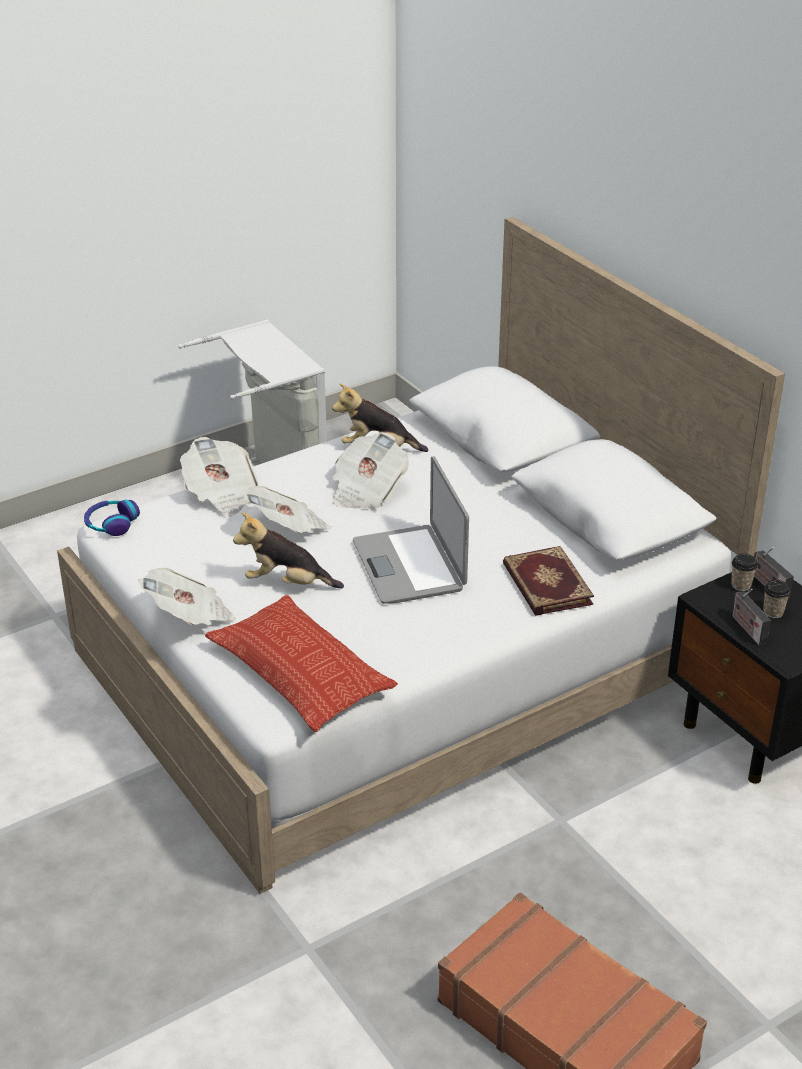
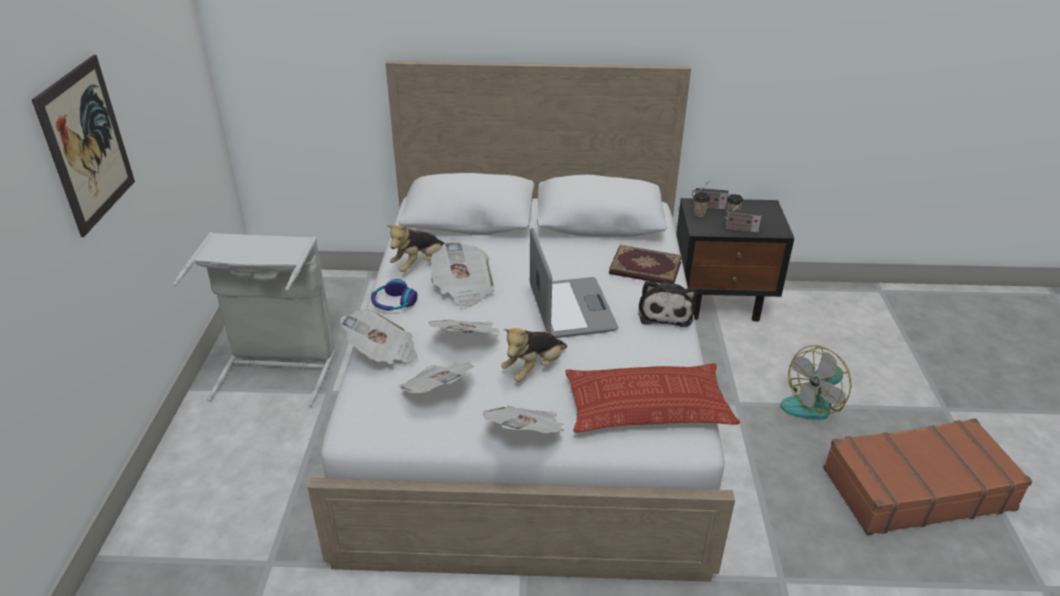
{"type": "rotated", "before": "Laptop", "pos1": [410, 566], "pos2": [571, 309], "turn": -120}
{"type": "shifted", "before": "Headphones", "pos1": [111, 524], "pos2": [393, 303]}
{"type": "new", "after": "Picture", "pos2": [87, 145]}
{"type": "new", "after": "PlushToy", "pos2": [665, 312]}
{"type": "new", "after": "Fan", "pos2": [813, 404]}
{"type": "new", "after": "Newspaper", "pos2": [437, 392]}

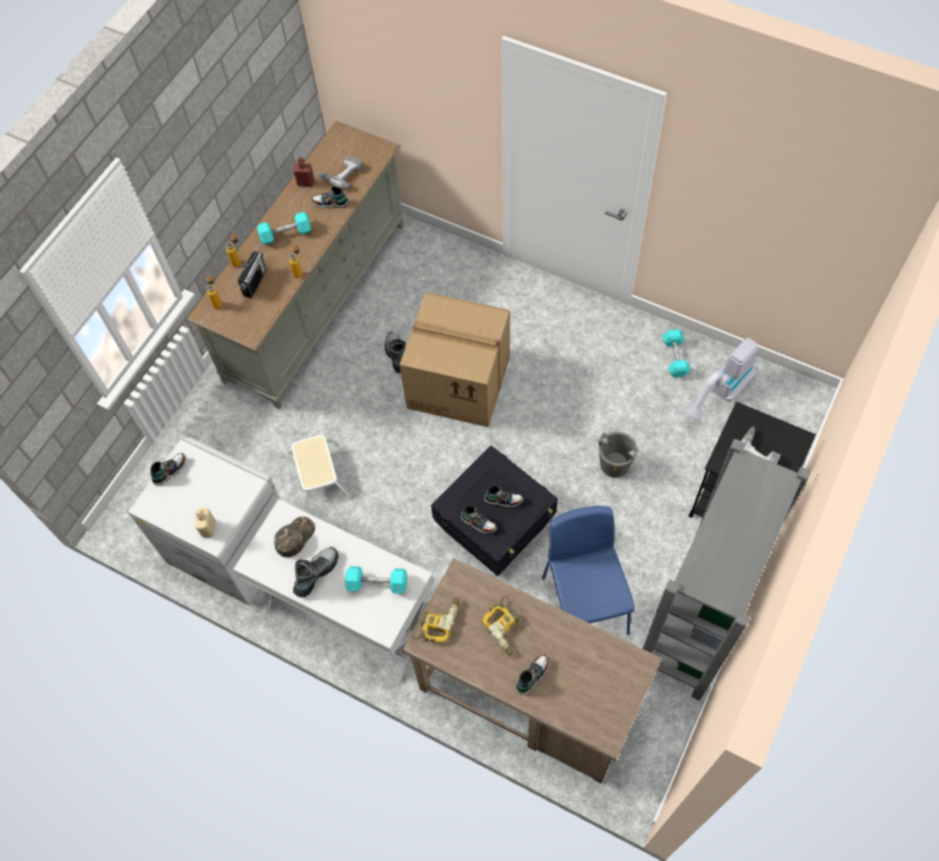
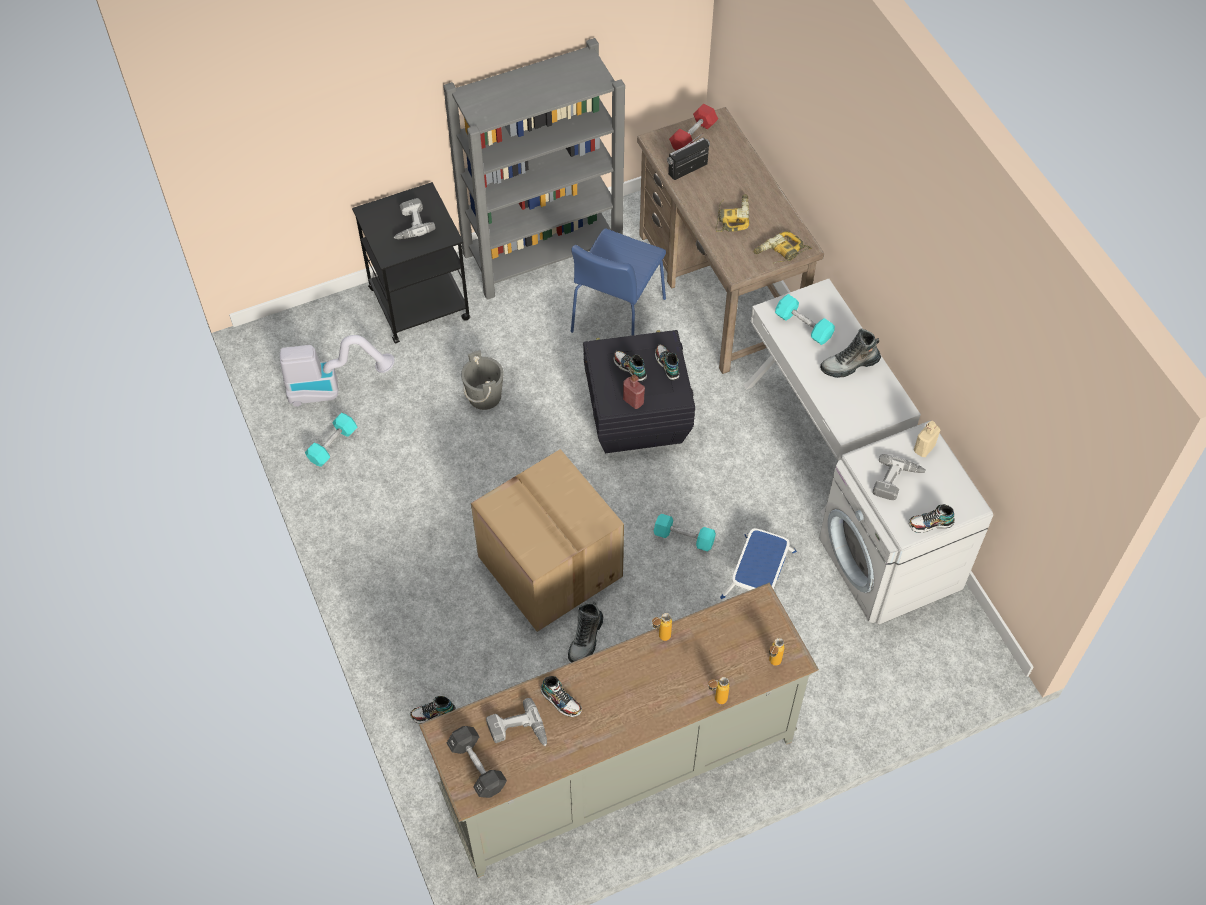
{"type": "shifted", "before": "RedBottle", "pos1": [305, 183], "pos2": [633, 401]}
{"type": "shifted", "before": "TurquoiseDumbbell", "pos1": [286, 234], "pos2": [684, 538]}
{"type": "shifted", "before": "Radio", "pos1": [255, 282], "pos2": [688, 169]}
{"type": "repainted", "before": "BeigeStepLadder", "after": "BlueStepLadder", "pos1": [317, 472], "pos2": [759, 574]}
{"type": "gone", "before": "GreenCap", "pos1": [294, 537]}
{"type": "shifted", "before": "Shoe", "pos1": [532, 675], "pos2": [433, 713]}
{"type": "new", "after": "RedDumbbell", "pos2": [693, 136]}
{"type": "new", "after": "PowerDrill", "pos2": [897, 482]}
{"type": "new", "after": "BlackDumbbell", "pos2": [477, 766]}

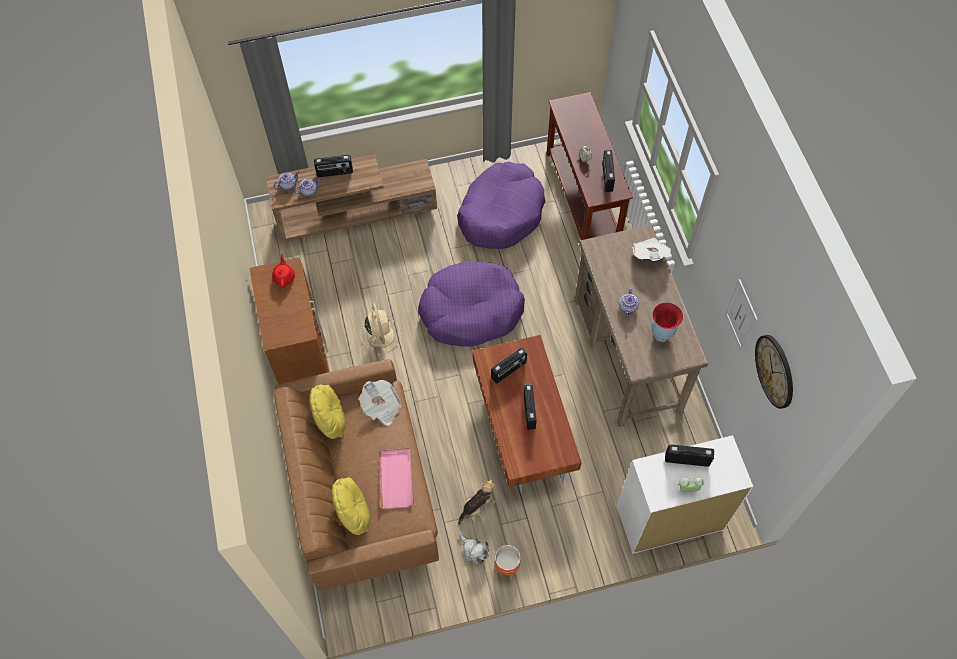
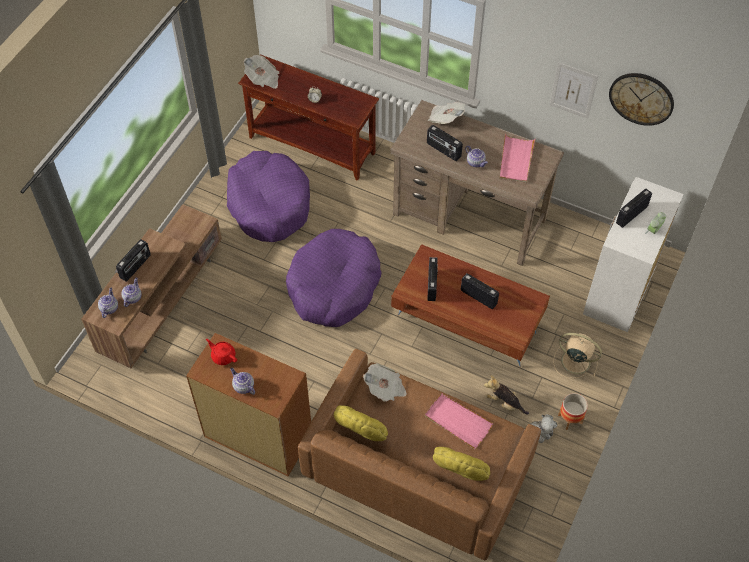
{"type": "shifted", "before": "Radio", "pos1": [607, 177], "pos2": [443, 150]}
{"type": "swapped", "before": "Vase", "after": "PinkTray", "pos1": [661, 334], "pos2": [516, 160]}
{"type": "shifted", "before": "BeigeFan", "pos1": [380, 334], "pos2": [574, 360]}
{"type": "rotated", "before": "PlushToy", "pos1": [478, 507], "pos2": [504, 403], "turn": -60}
{"type": "new", "after": "Newspaper", "pos2": [263, 79]}
{"type": "new", "after": "Teapot", "pos2": [243, 386]}

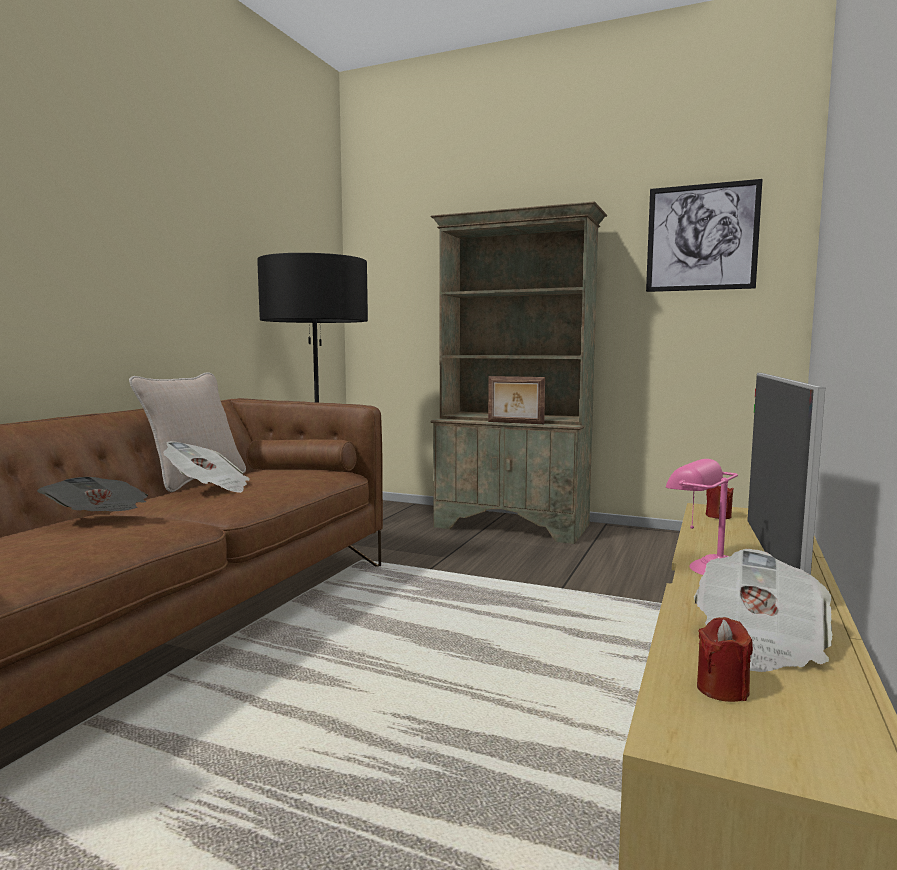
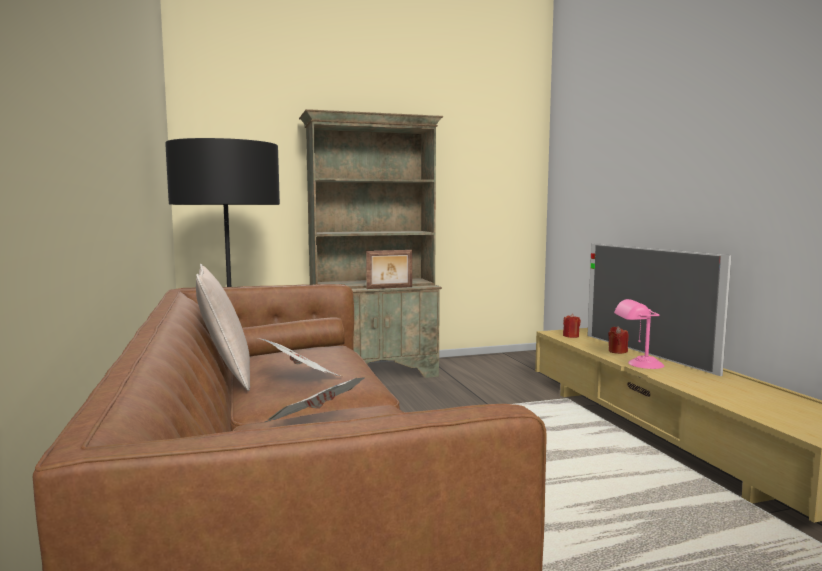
{"type": "gone", "before": "Picture", "pos1": [701, 237]}
{"type": "gone", "before": "Newspaper", "pos1": [760, 643]}
{"type": "shifted", "before": "RedCandle", "pos1": [722, 689], "pos2": [617, 351]}

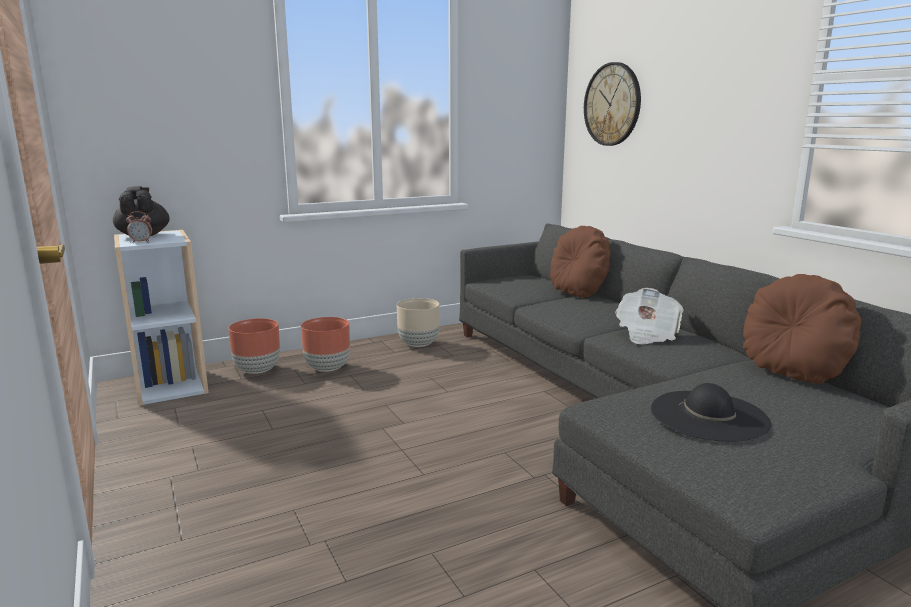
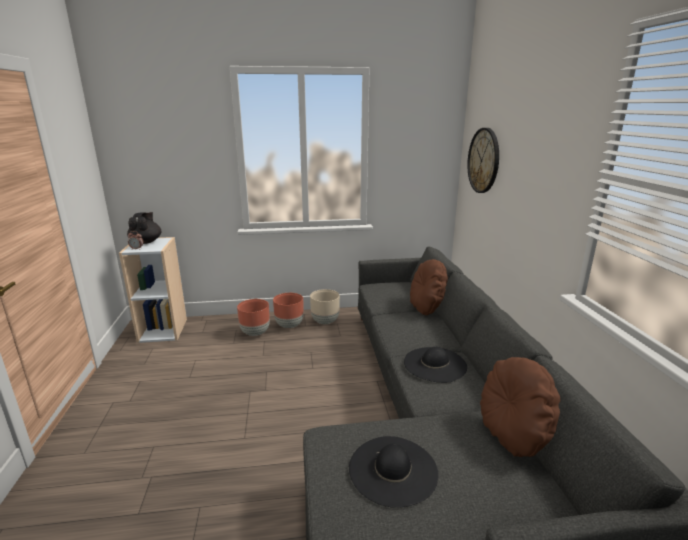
{"type": "swapped", "before": "Newspaper", "after": "BlackHat", "pos1": [646, 334], "pos2": [435, 364]}
{"type": "shifted", "before": "BrownPlanter", "pos1": [257, 370], "pos2": [289, 325]}

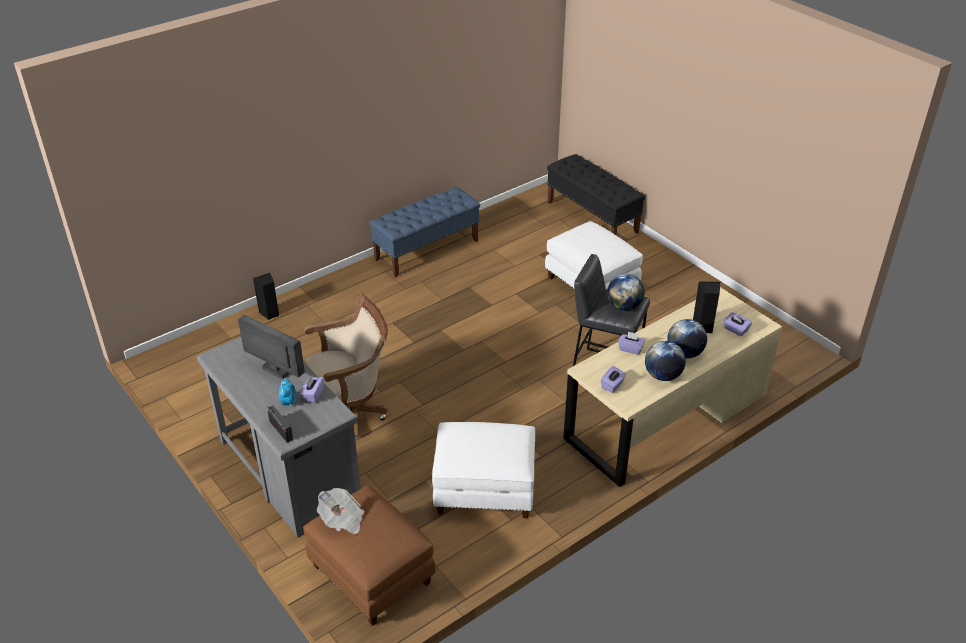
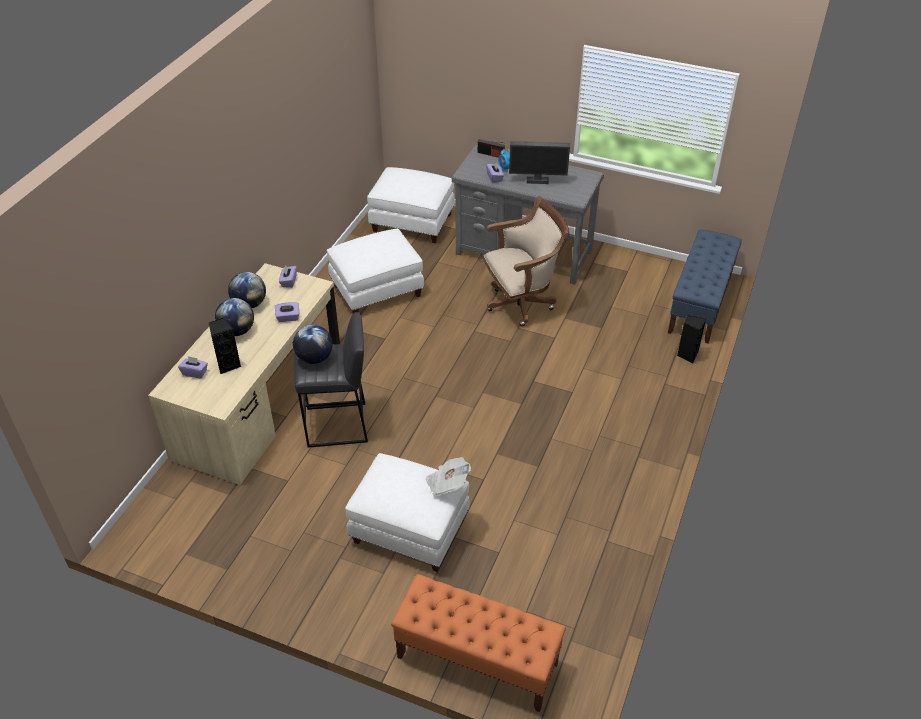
{"type": "repainted", "before": "BlackBench", "after": "OrangeBench", "pos1": [592, 217], "pos2": [476, 660]}
{"type": "shifted", "before": "BlueBench", "pos1": [427, 250], "pos2": [700, 304]}
{"type": "rotated", "before": "OfficeChair", "pos1": [352, 412], "pos2": [522, 303], "turn": -150}
{"type": "repainted", "before": "BrownOttoman", "after": "WhiteOttoman", "pos1": [370, 575], "pos2": [413, 222]}
{"type": "shifted", "before": "Newspaper", "pos1": [342, 520], "pos2": [447, 483]}

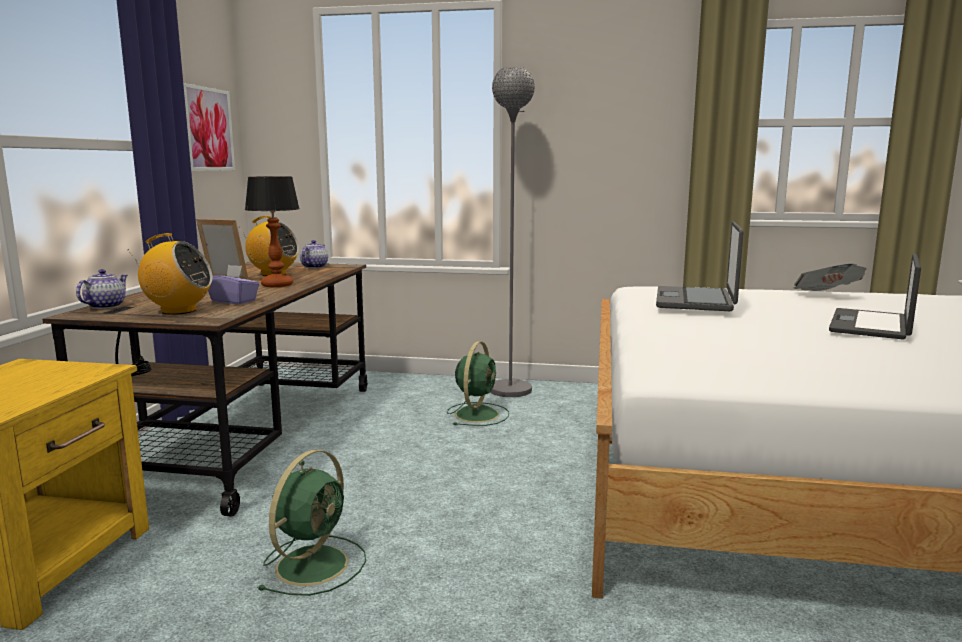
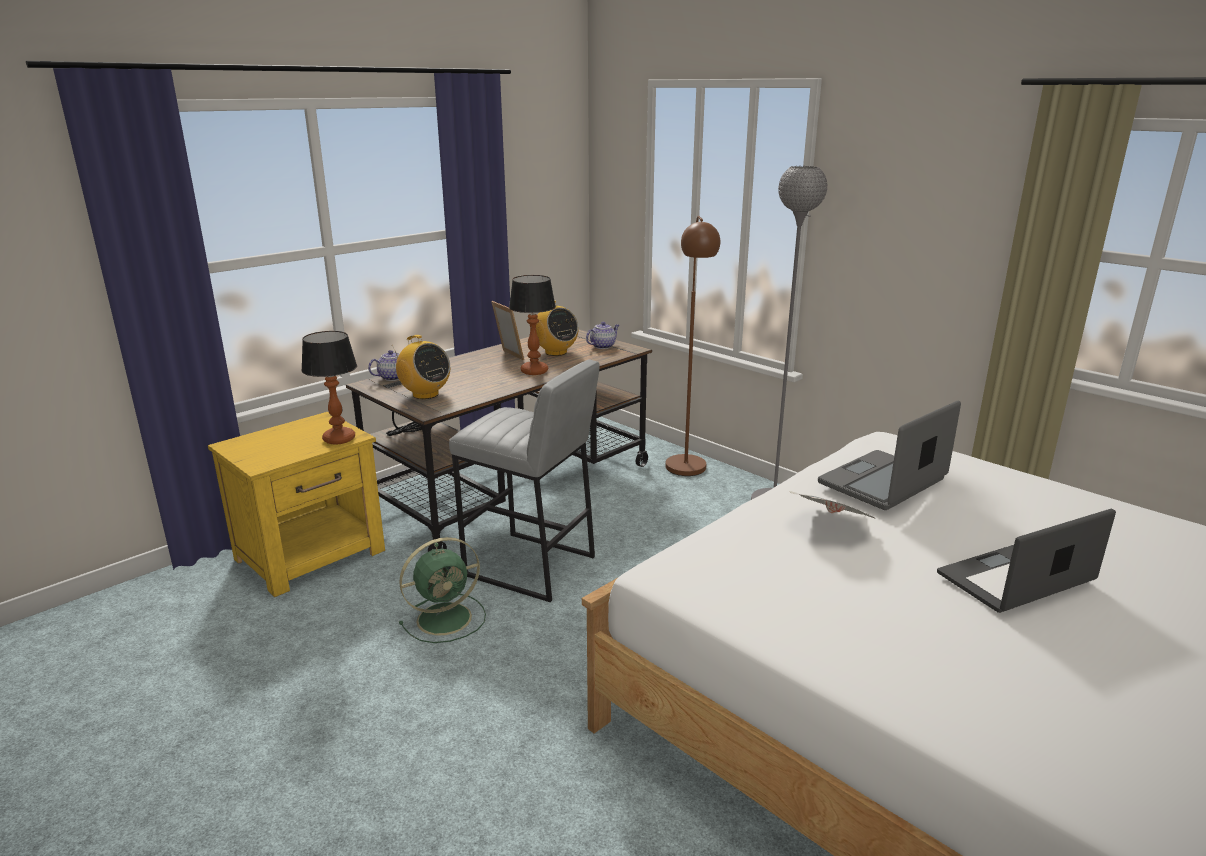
{"type": "gone", "before": "Picture", "pos1": [207, 129]}
{"type": "shifted", "before": "Newspaper", "pos1": [826, 296], "pos2": [832, 526]}
{"type": "gone", "before": "PurpleTissueBox", "pos1": [234, 301]}
{"type": "gone", "before": "GreenFan", "pos1": [477, 414]}
{"type": "new", "after": "BrownFloorLamp", "pos2": [687, 473]}
{"type": "new", "after": "TableLamp", "pos2": [339, 439]}
{"type": "new", "after": "GreyStool", "pos2": [531, 566]}

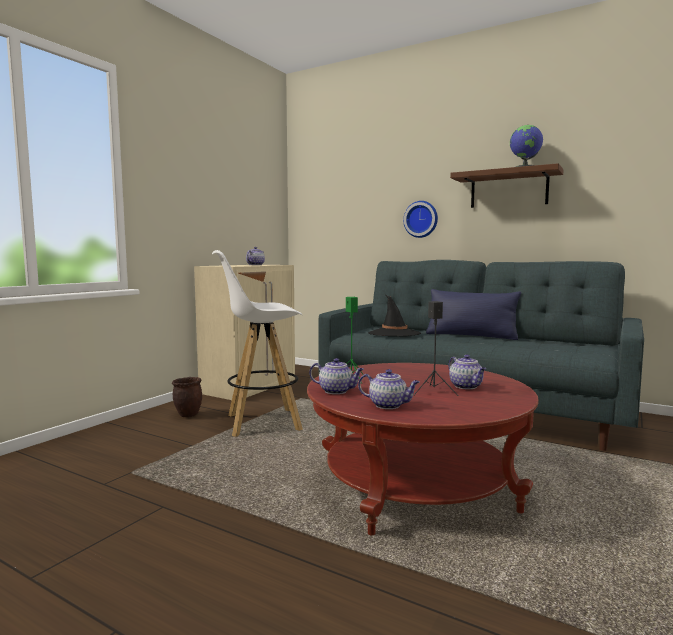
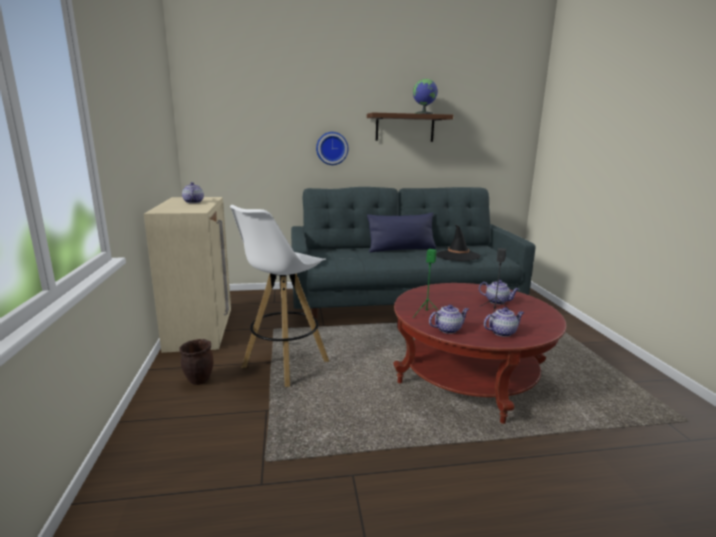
{"type": "shifted", "before": "BlackHat", "pos1": [394, 334], "pos2": [457, 256]}

